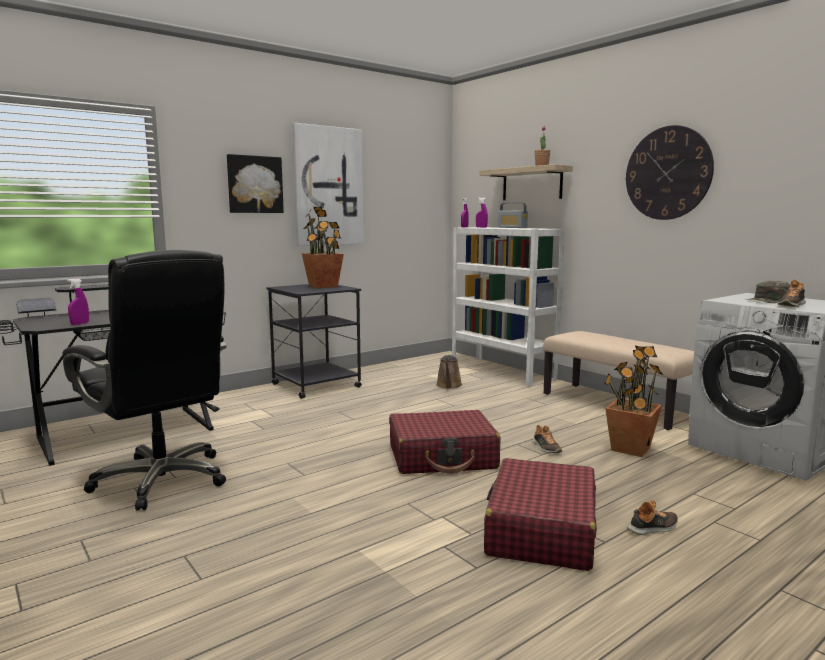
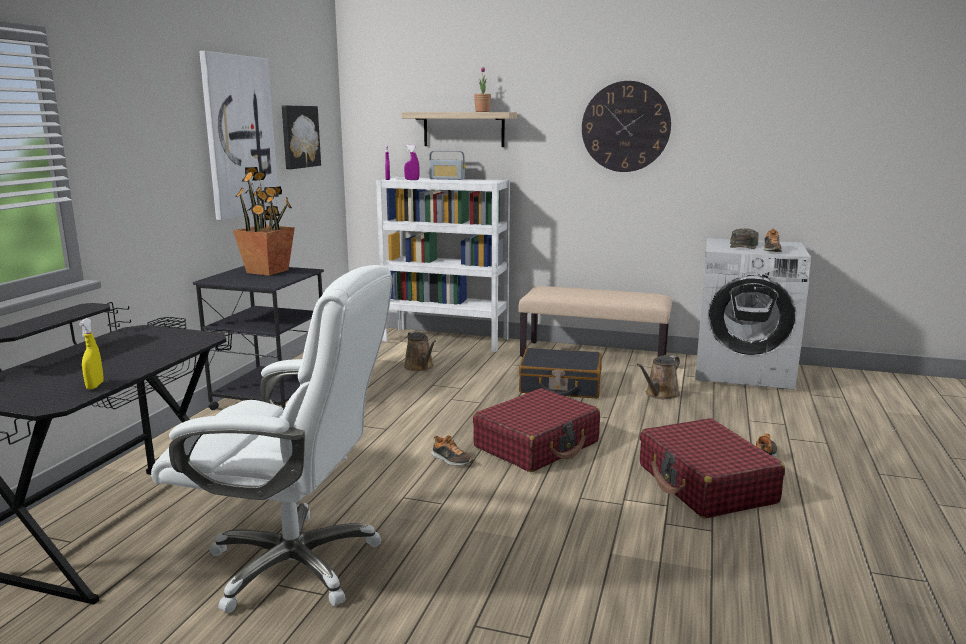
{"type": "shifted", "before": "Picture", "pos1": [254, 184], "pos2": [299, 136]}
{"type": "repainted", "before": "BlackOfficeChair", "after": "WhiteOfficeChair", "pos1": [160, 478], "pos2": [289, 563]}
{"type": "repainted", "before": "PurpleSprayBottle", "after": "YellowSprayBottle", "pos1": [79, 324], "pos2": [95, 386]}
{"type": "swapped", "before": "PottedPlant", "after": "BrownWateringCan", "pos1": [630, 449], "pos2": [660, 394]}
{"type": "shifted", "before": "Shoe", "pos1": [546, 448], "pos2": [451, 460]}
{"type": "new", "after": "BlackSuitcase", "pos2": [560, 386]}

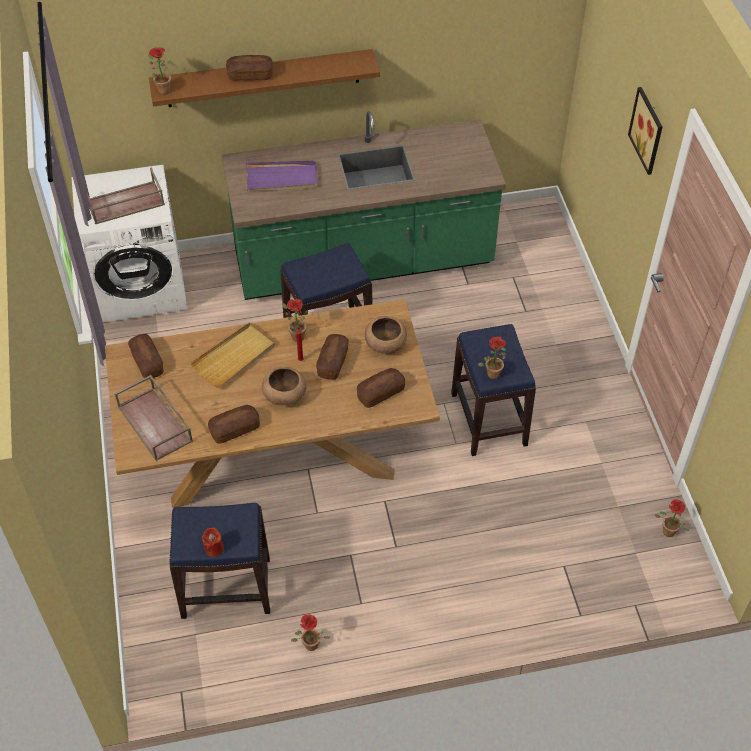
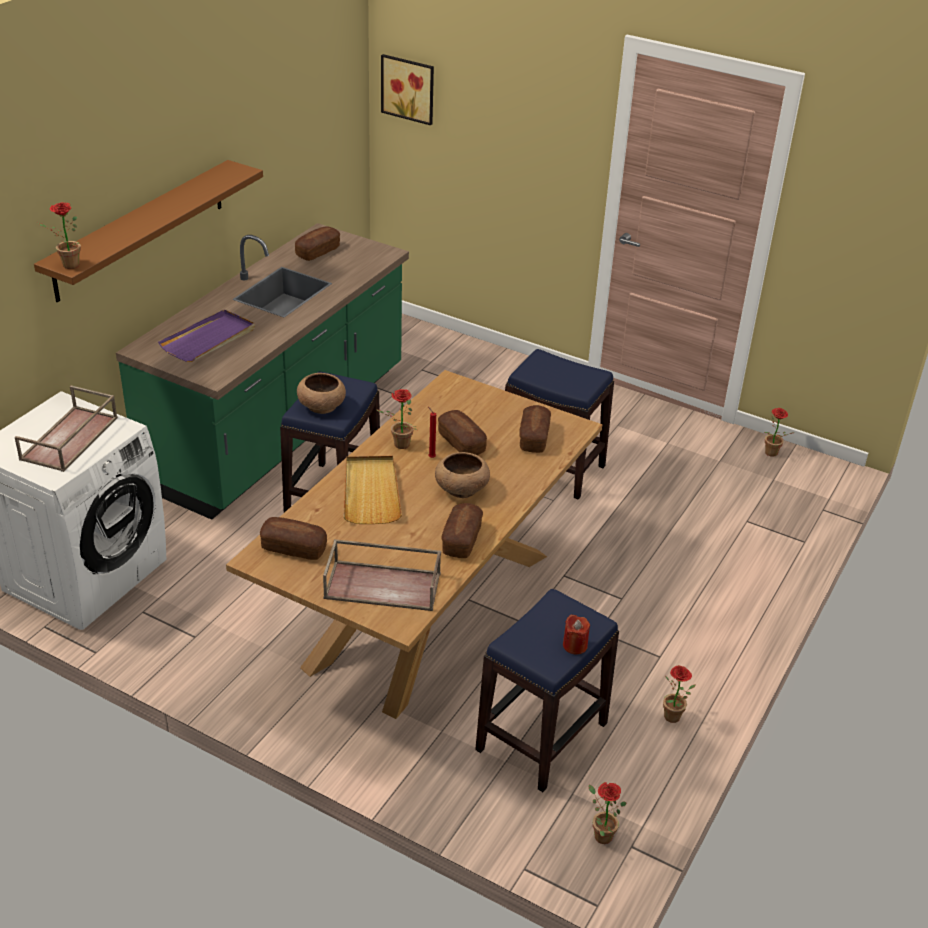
{"type": "shifted", "before": "Bread", "pos1": [250, 75], "pos2": [318, 252]}
{"type": "shifted", "before": "Picture", "pos1": [649, 130], "pos2": [409, 88]}
{"type": "shifted", "before": "BrownBowl", "pos1": [386, 344], "pos2": [322, 406]}
{"type": "shifted", "before": "PottedPlant", "pos1": [493, 372], "pos2": [599, 834]}

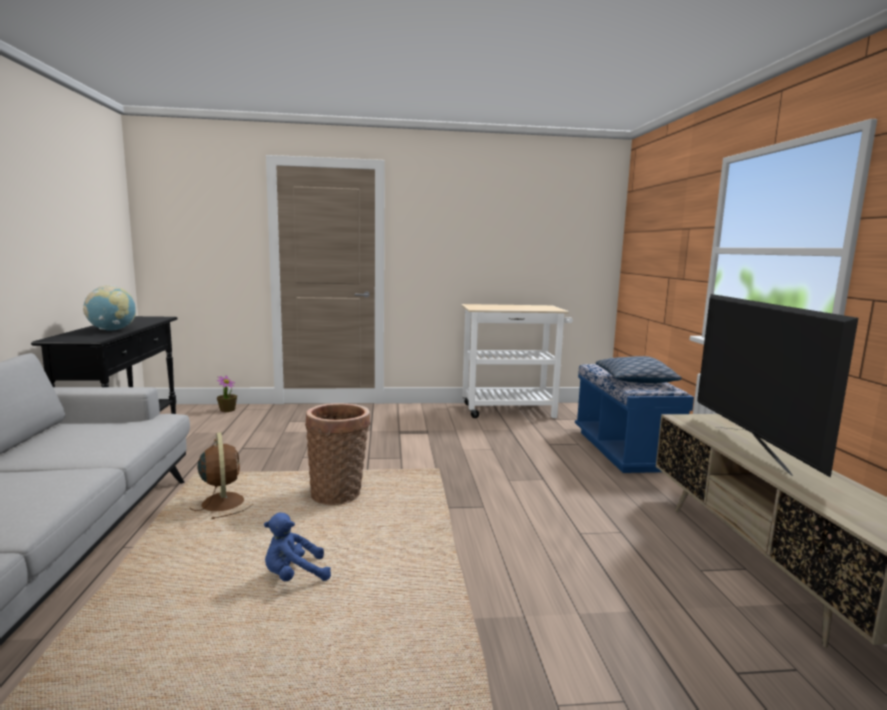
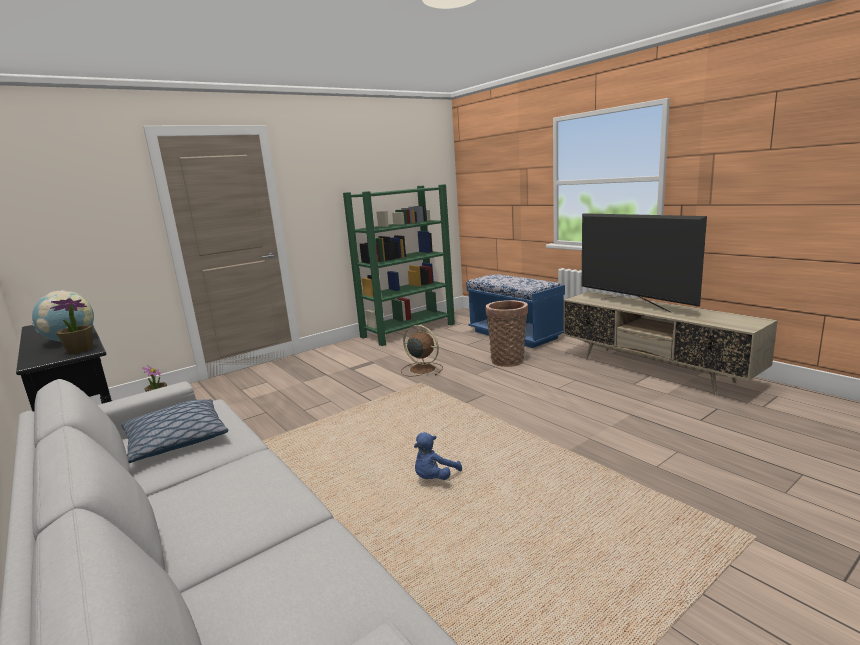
{"type": "swapped", "before": "WhiteCart", "after": "GreenBookcase", "pos1": [510, 411], "pos2": [408, 330]}
{"type": "shifted", "before": "Pillow", "pos1": [635, 380], "pos2": [177, 441]}
{"type": "shifted", "before": "Basket", "pos1": [339, 493], "pos2": [508, 360]}
{"type": "shifted", "before": "BrownFan", "pos1": [223, 502], "pos2": [421, 369]}
{"type": "new", "after": "PottedPlant", "pos2": [79, 350]}

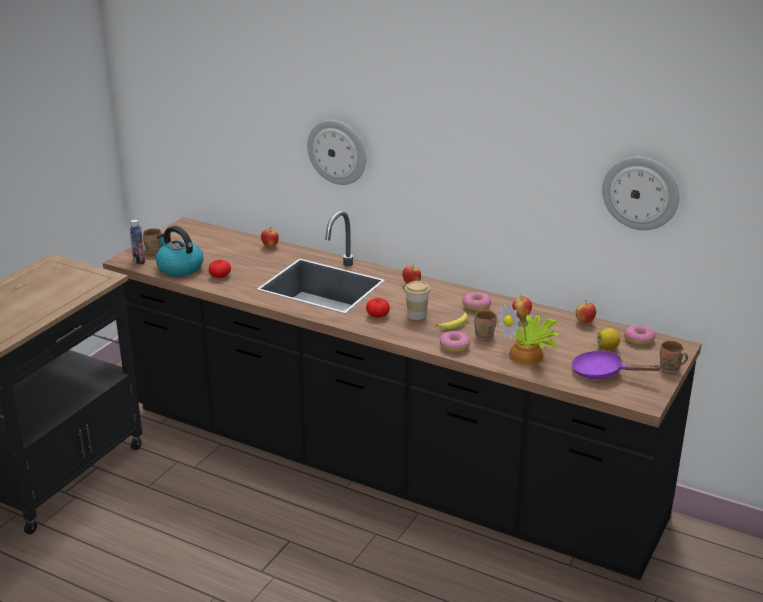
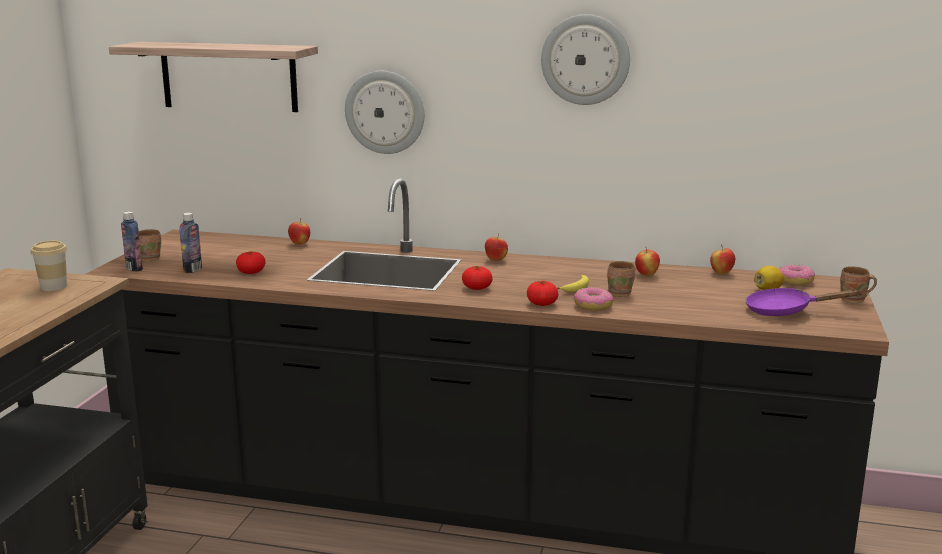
{"type": "shifted", "before": "WallClock", "pos1": [641, 192], "pos2": [585, 59]}
{"type": "swapped", "before": "Kettle", "after": "Bottle", "pos1": [179, 268], "pos2": [192, 270]}
{"type": "shifted", "before": "Cup", "pos1": [416, 315], "pos2": [53, 286]}
{"type": "gone", "before": "Donut", "pos1": [476, 306]}
{"type": "gone", "before": "PottedPlant", "pos1": [528, 356]}
{"type": "new", "after": "Shelf", "pos2": [229, 76]}
{"type": "new", "after": "Tomato", "pos2": [542, 304]}

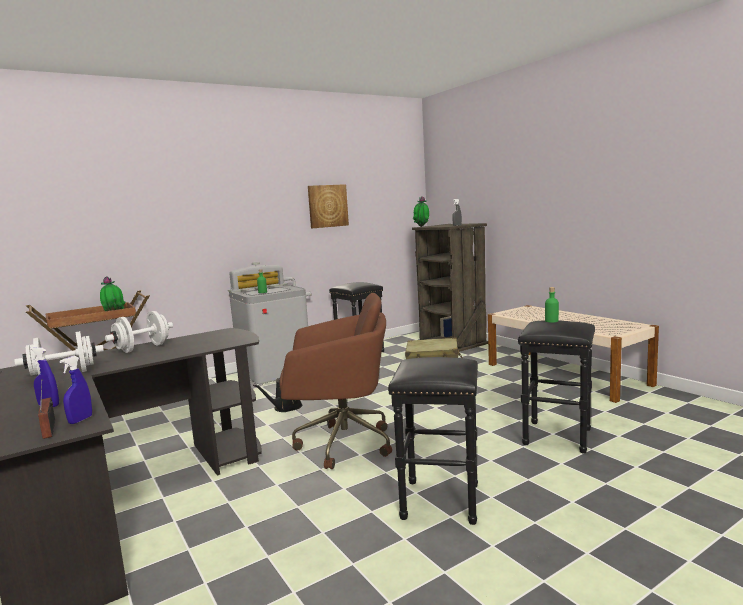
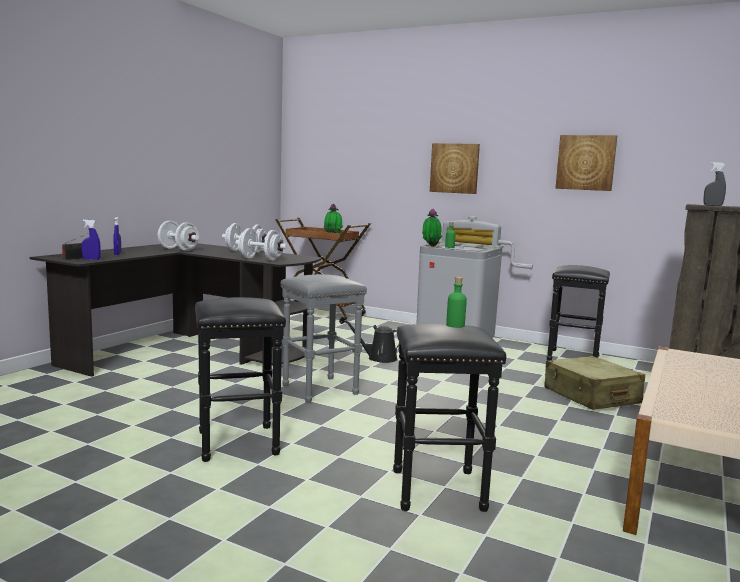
{"type": "shifted", "before": "PottedPlant", "pos1": [421, 226], "pos2": [430, 246]}
{"type": "swapped", "before": "BrownOfficeChair", "after": "GreyStool", "pos1": [340, 445], "pos2": [319, 390]}
{"type": "new", "after": "Picture", "pos2": [454, 168]}
{"type": "new", "after": "WhiteDumbbell", "pos2": [260, 259]}

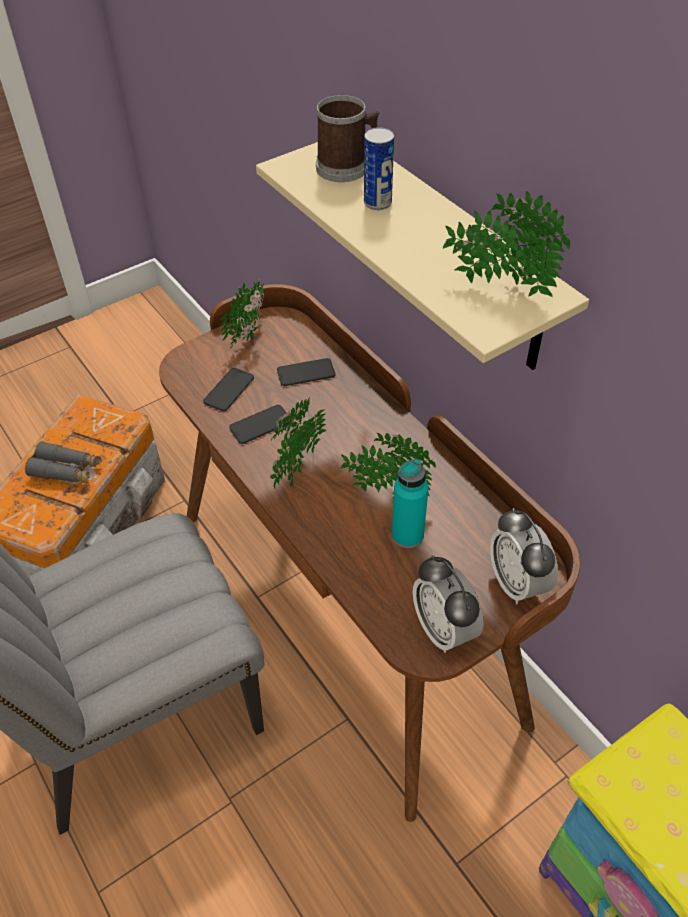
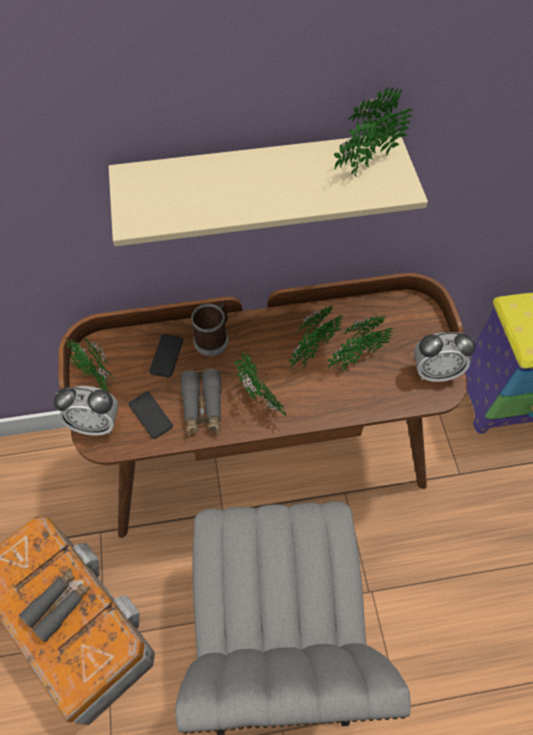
{"type": "shifted", "before": "Mug", "pos1": [348, 168], "pos2": [213, 338]}
{"type": "gone", "before": "Can", "pos1": [377, 203]}
{"type": "swapped", "before": "Phone", "after": "GreyBinoculars", "pos1": [260, 425], "pos2": [202, 407]}
{"type": "swapped", "before": "TurquoiseBottle", "after": "PottedPlant", "pos1": [407, 535], "pos2": [354, 359]}
{"type": "shifted", "before": "AlarmClock", "pos1": [517, 583], "pos2": [96, 424]}

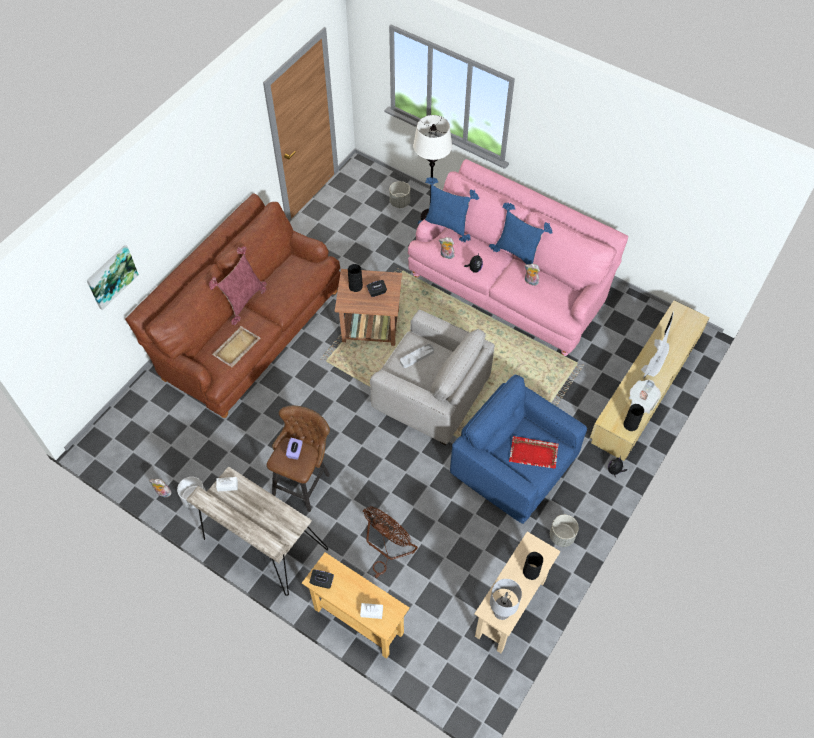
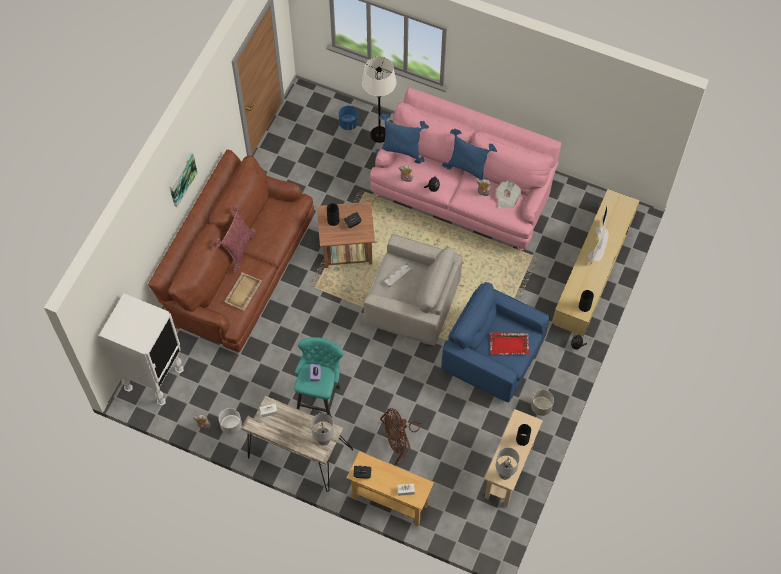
{"type": "repainted", "before": "GreyPlanter", "after": "BluePlanter", "pos1": [399, 202], "pos2": [348, 123]}
{"type": "shifted", "before": "Picture", "pos1": [111, 276], "pos2": [182, 179]}
{"type": "shifted", "before": "Newspaper", "pos1": [641, 401], "pos2": [506, 199]}
{"type": "repainted", "before": "BrownStool", "after": "TurquoiseStool", "pos1": [304, 479], "pos2": [320, 394]}
{"type": "rotated", "before": "BrownFan", "pos1": [385, 546], "pos2": [399, 438], "turn": -135}
{"type": "new", "after": "WhiteCabinet", "pos2": [155, 378]}
{"type": "new", "after": "GreyTableLamp", "pos2": [323, 440]}

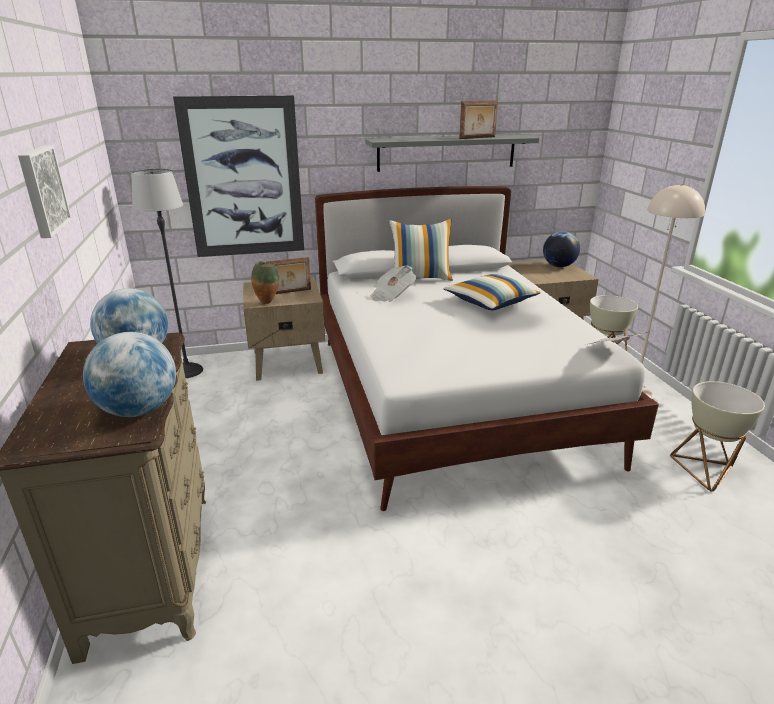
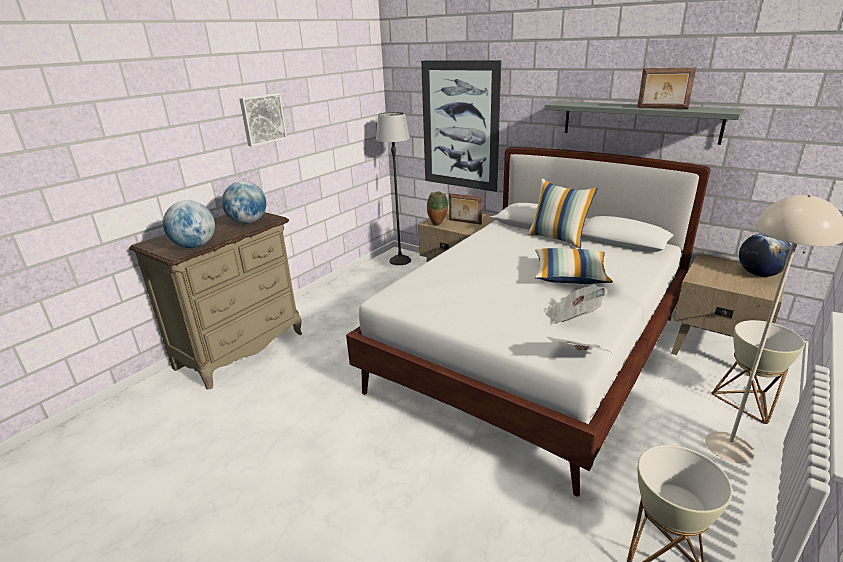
{"type": "shifted", "before": "Newspaper", "pos1": [391, 296], "pos2": [572, 317]}

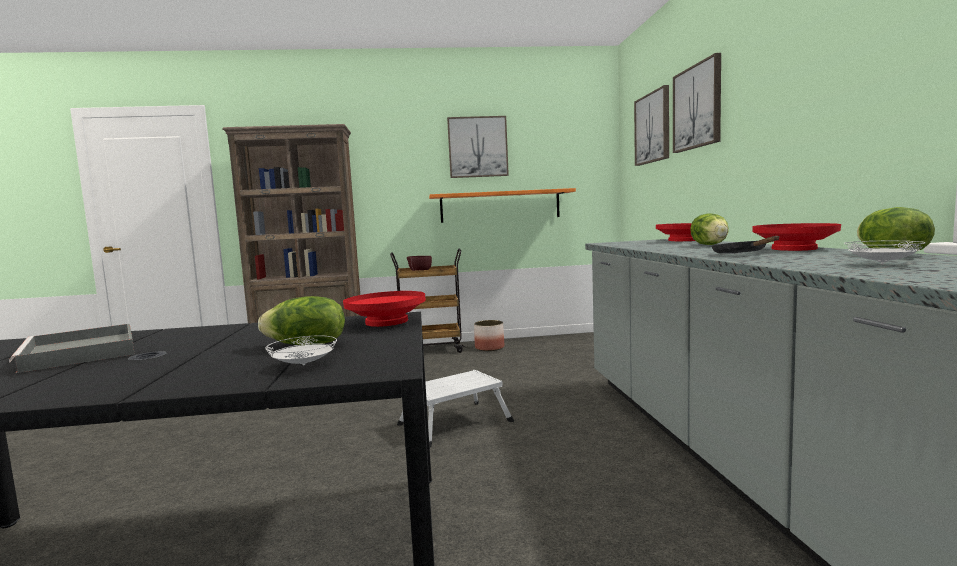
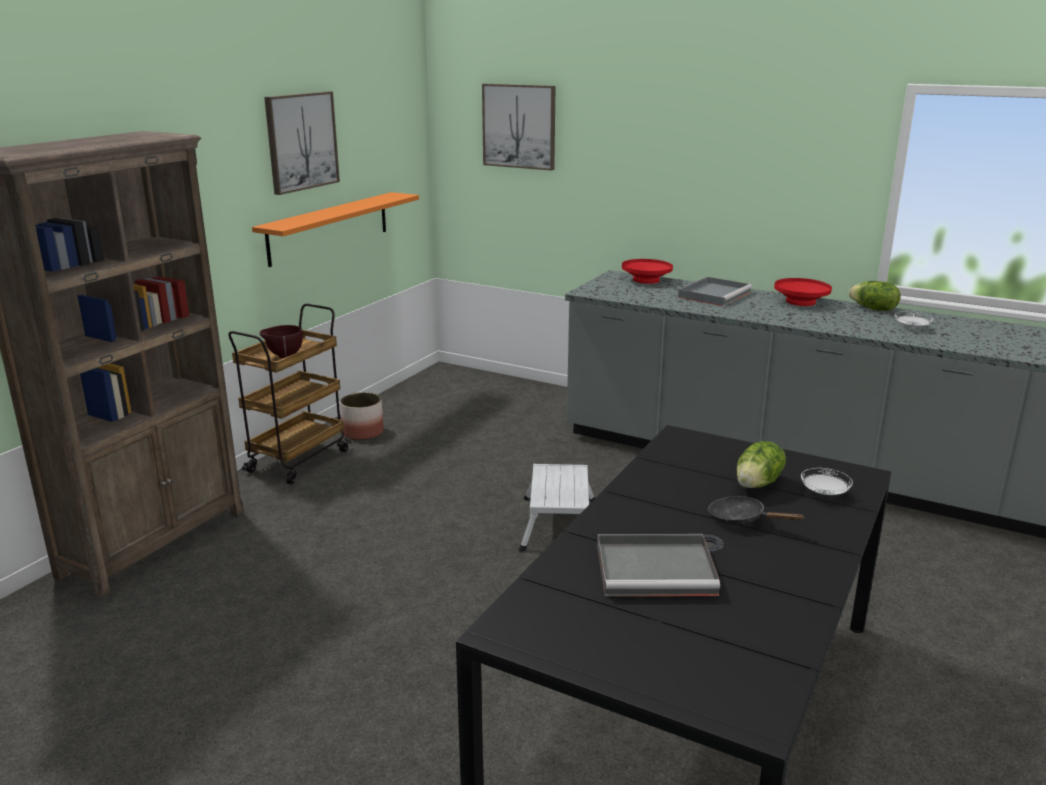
{"type": "gone", "before": "Picture", "pos1": [697, 107]}
{"type": "swapped", "before": "Lettuce", "after": "GreyTray", "pos1": [710, 245], "pos2": [714, 294]}
{"type": "shifted", "before": "BlackFryingPan", "pos1": [742, 254], "pos2": [741, 519]}
{"type": "gone", "before": "RedBowl", "pos1": [386, 322]}

